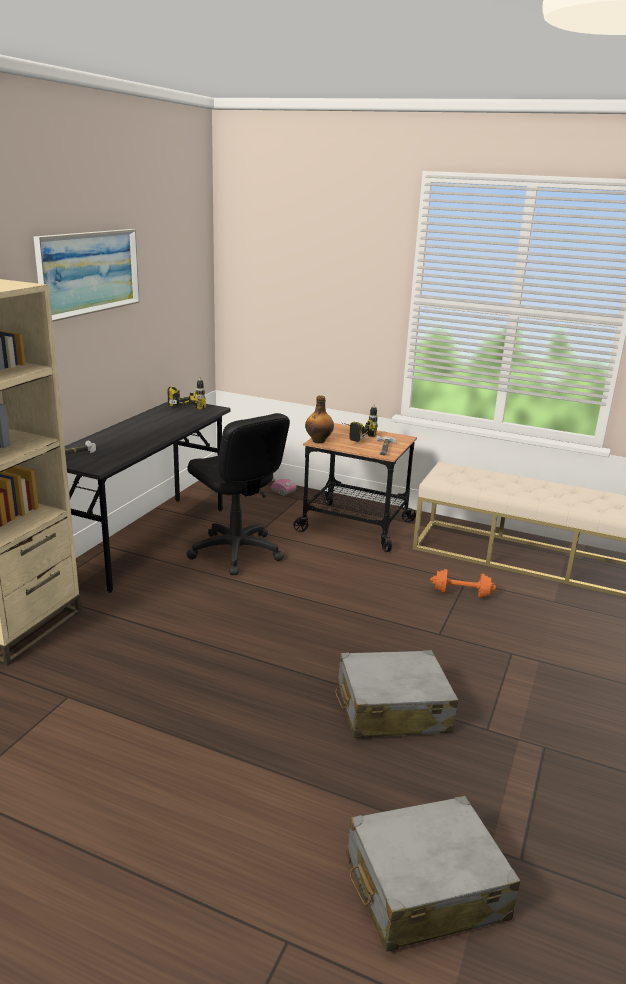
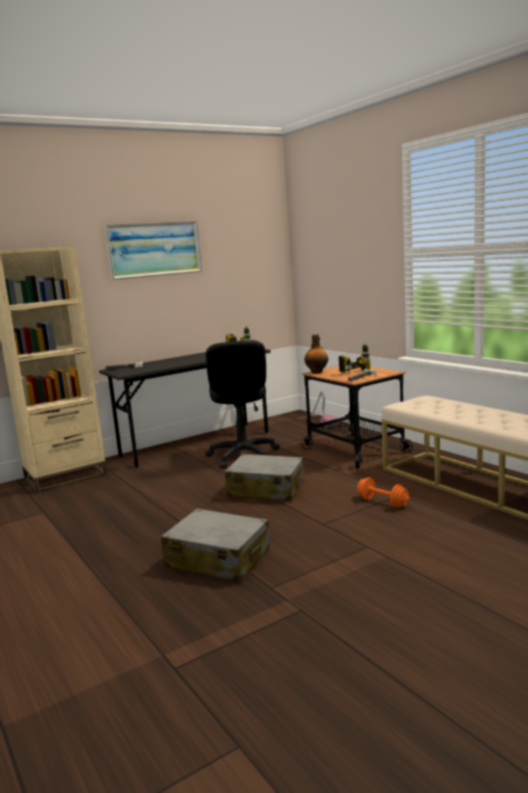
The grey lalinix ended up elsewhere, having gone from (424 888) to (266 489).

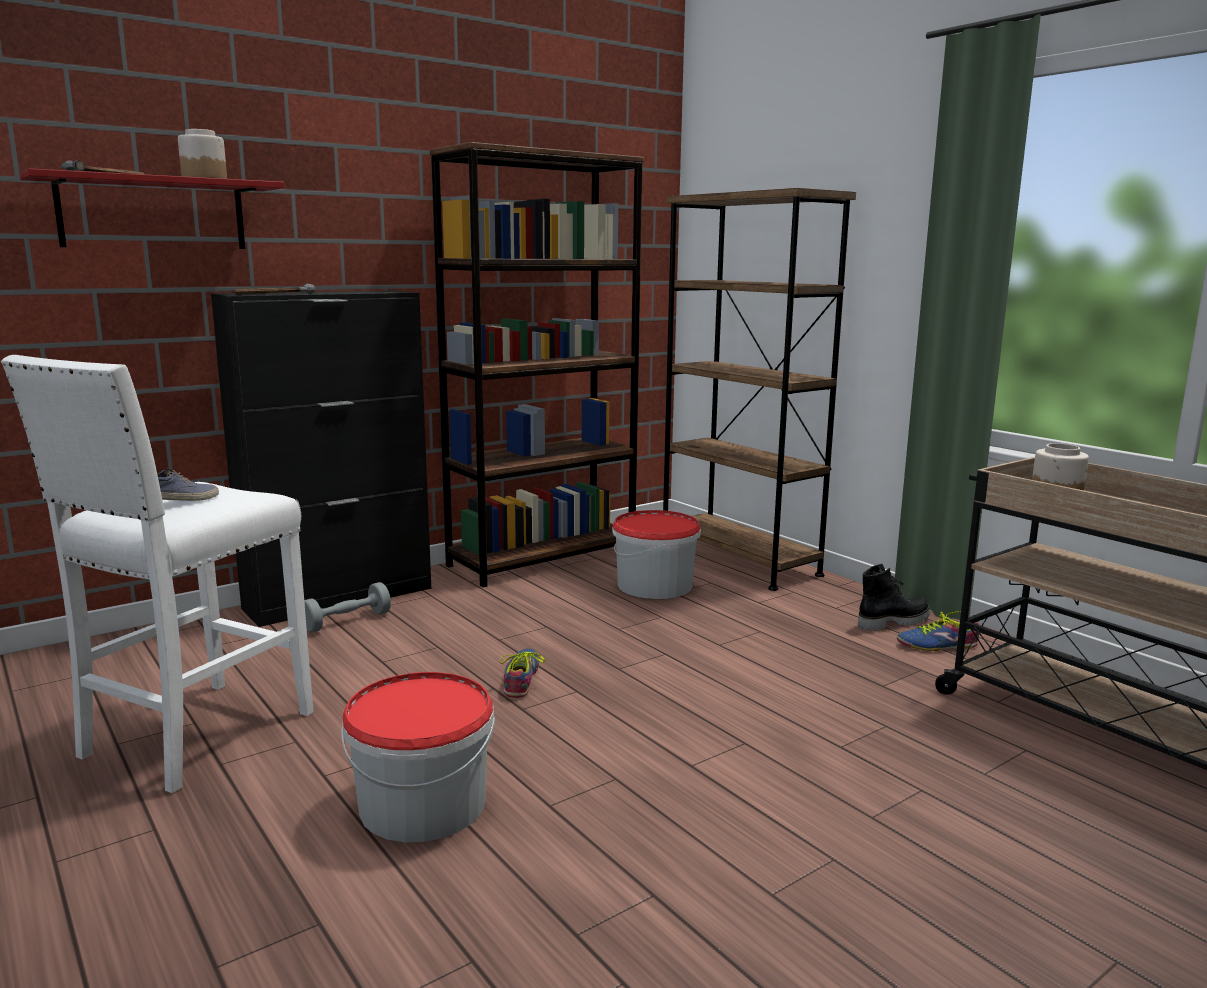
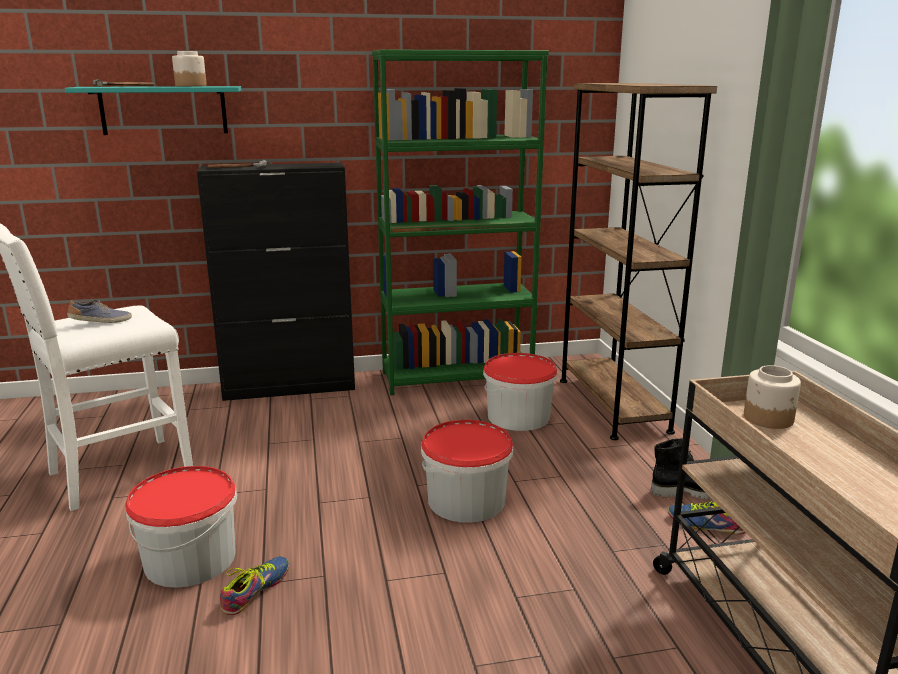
The second view lost the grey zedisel at (347 621).
The second view gained the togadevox at (466 500).
The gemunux ended up elsewhere, having gone from (521 679) to (255 590).
What was the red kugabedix at (153 214) turned into the turquoise kugabedix at (164 110).
What was the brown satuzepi at (543 558) turned into the green satuzepi at (457 377).

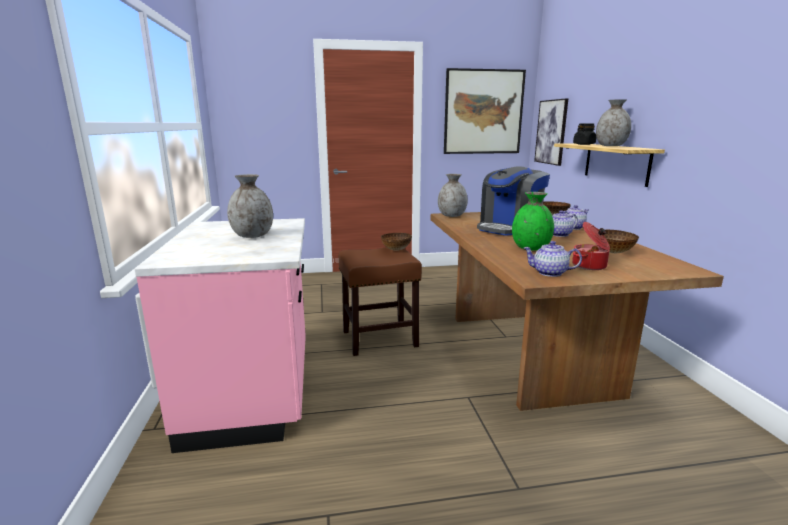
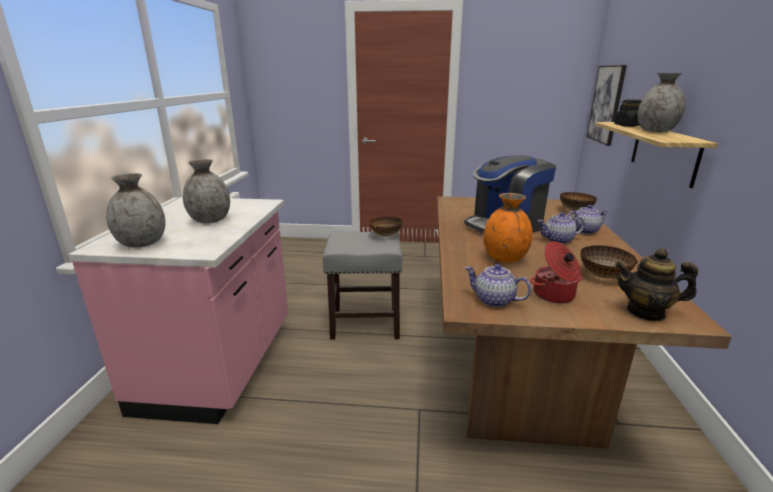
The second view lost the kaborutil at (483 112).
The second view gained the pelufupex at (646 312).
The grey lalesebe ended up elsewhere, having gone from (451 215) to (142 243).
What was the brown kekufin at (378 339) turned into the grey kekufin at (364 323).
What was the green lalesebe at (531 248) turned into the orange lalesebe at (505 258).

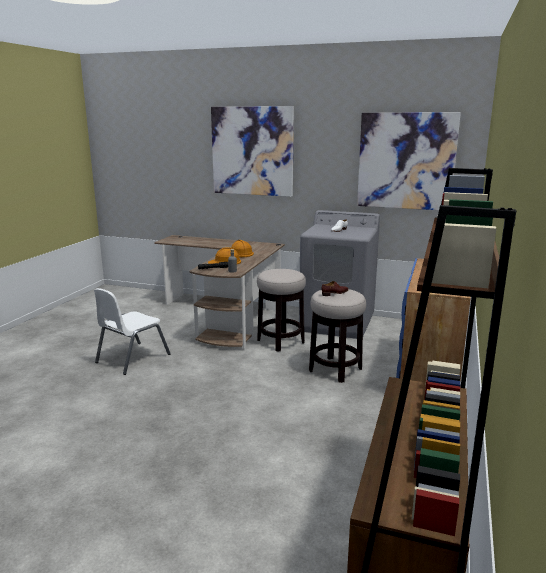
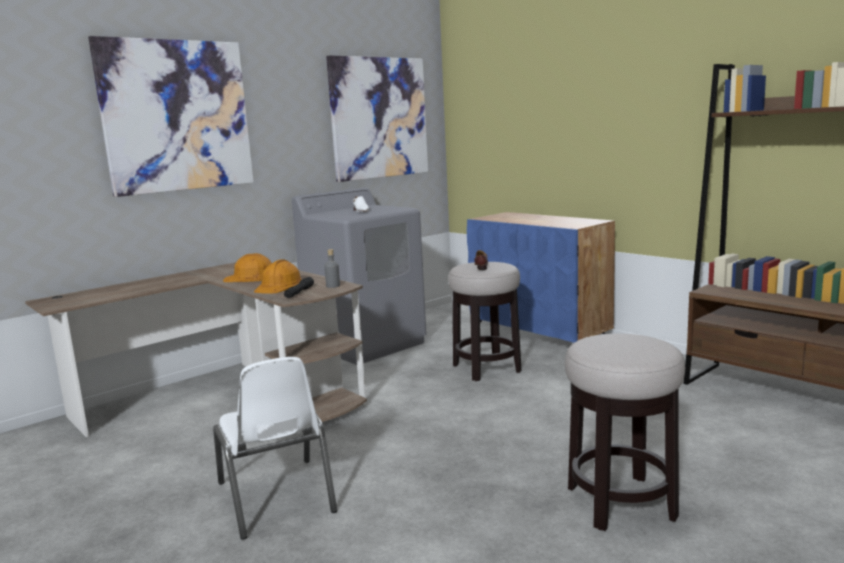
The kekufin ended up elsewhere, having gone from (281 341) to (621 502).

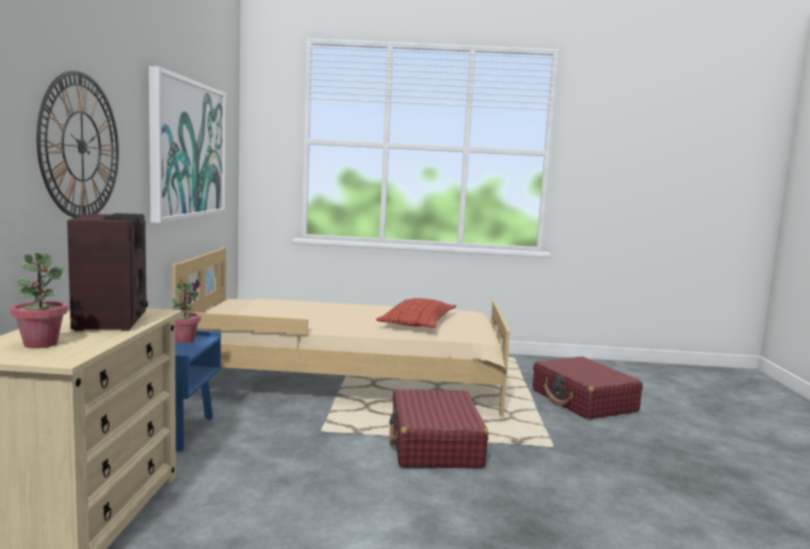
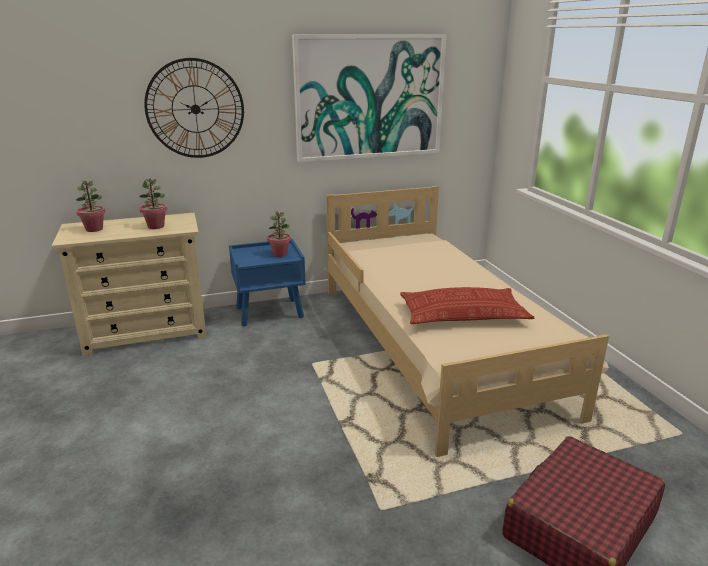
The second view lost the red lalinix at (434 445).
Where the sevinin stood at (113 320), the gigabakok came to stand at (156 226).

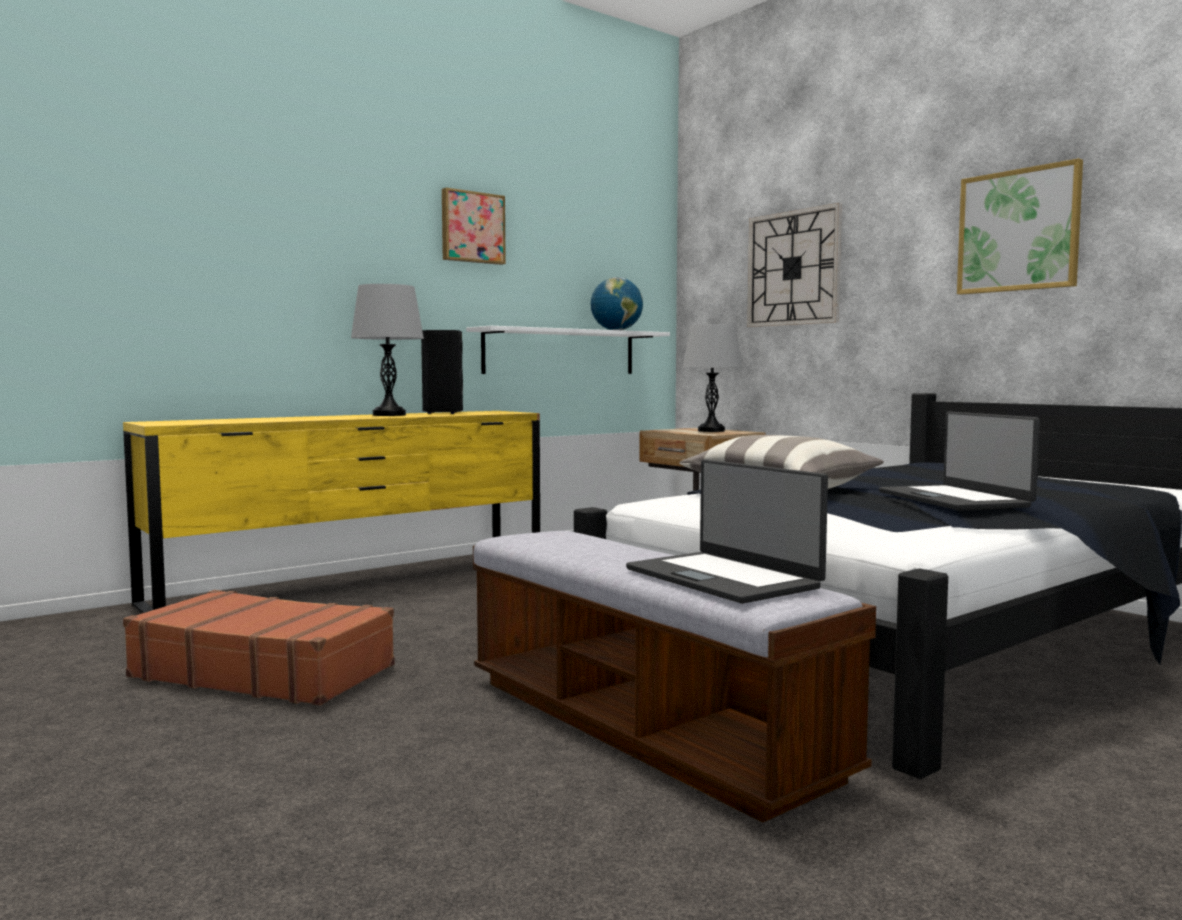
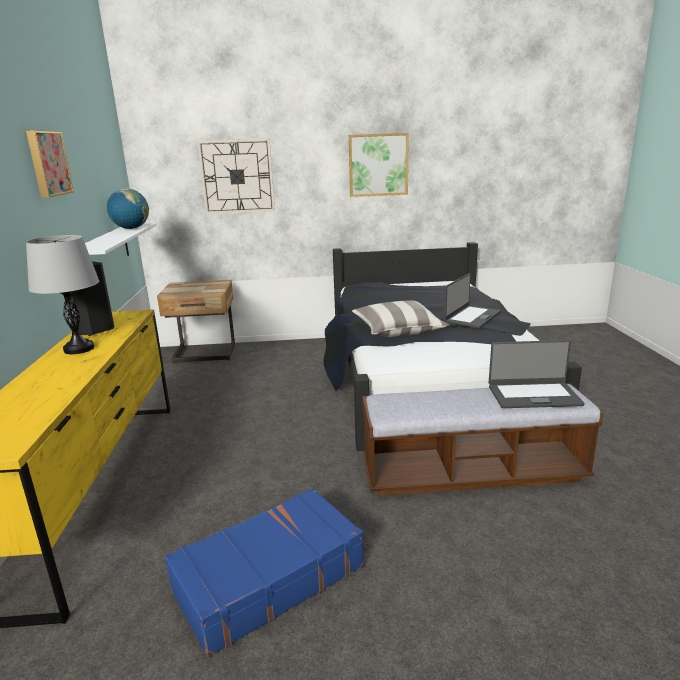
The second view lost the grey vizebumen at (711 431).
What was the brown lalinix at (264 671) turned into the blue lalinix at (268 578).
The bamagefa at (954 499) ended up facing another way, 75 degrees counterclockwise from before.

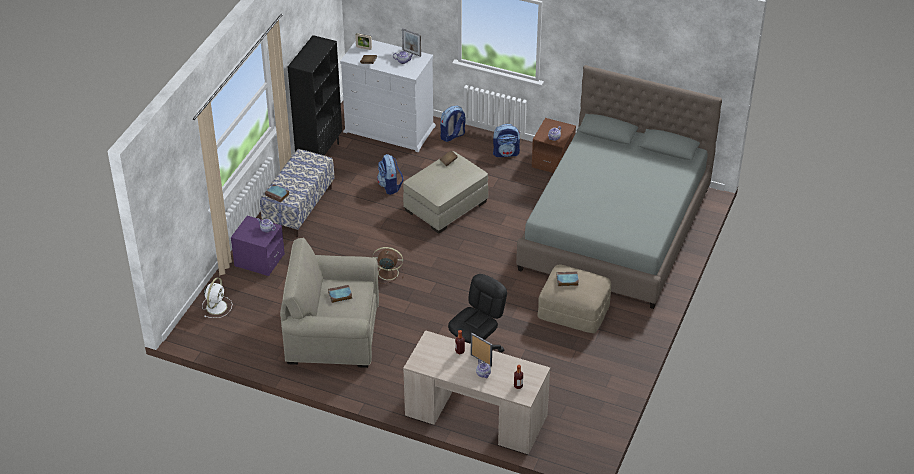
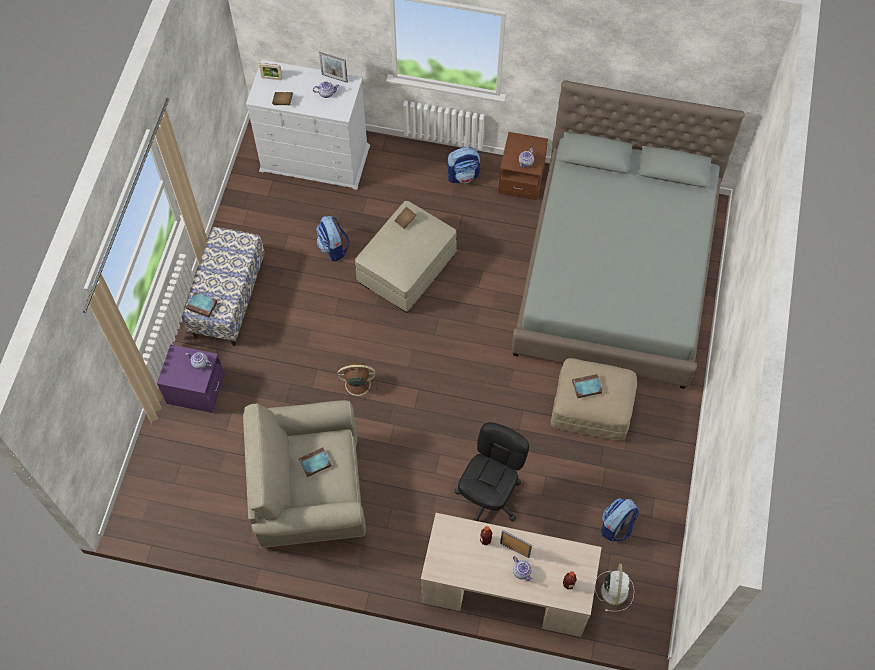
The second view lost the black satuzepi at (319 153).
The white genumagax ended up elsewhere, having gone from (217 306) to (614 590).
The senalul ended up elsewhere, having gone from (452 136) to (616 526).

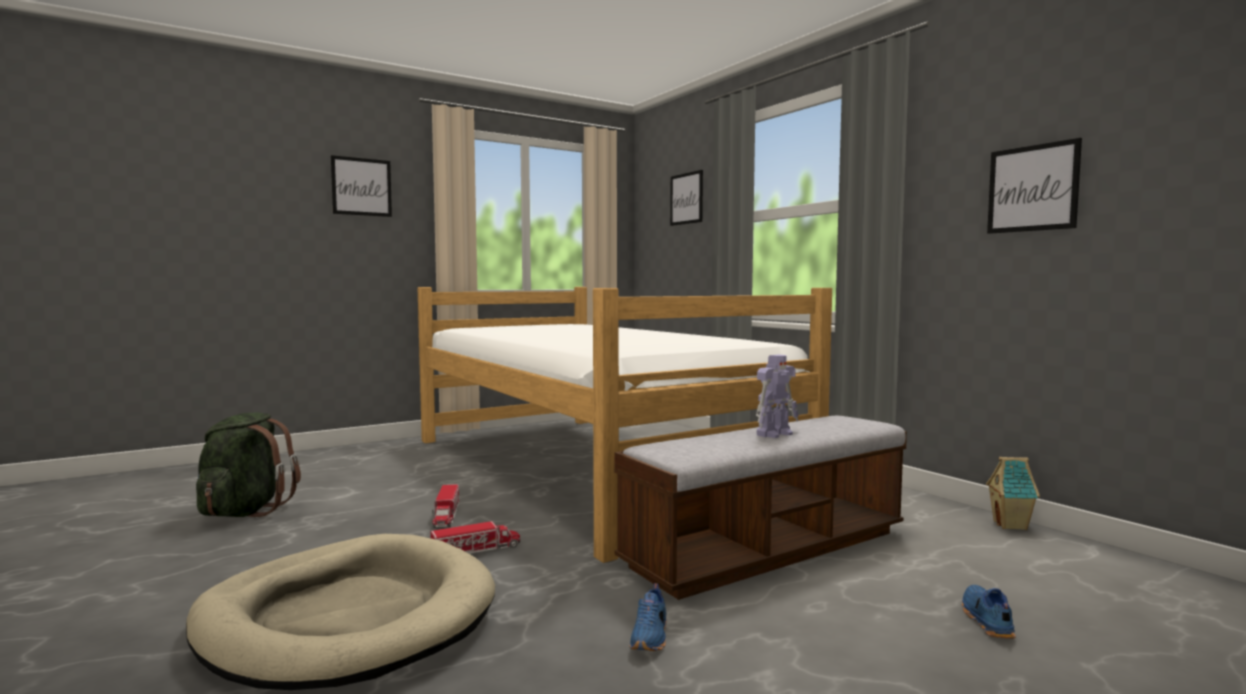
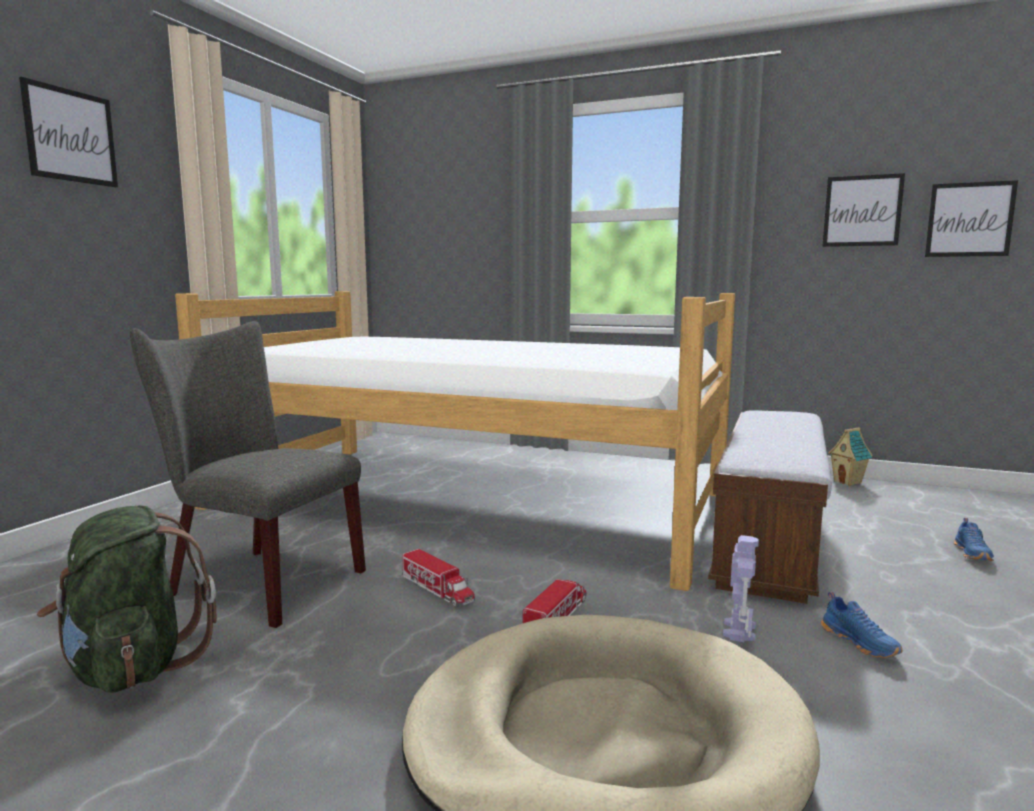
The second view gained the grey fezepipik at (257 582).
The kaborutil ended up elsewhere, having gone from (686 198) to (969 219).
The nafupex ended up elsewhere, having gone from (775 434) to (739 629).
The blue gemunux at (985 620) ended up facing another way, 135 degrees counterclockwise from before.

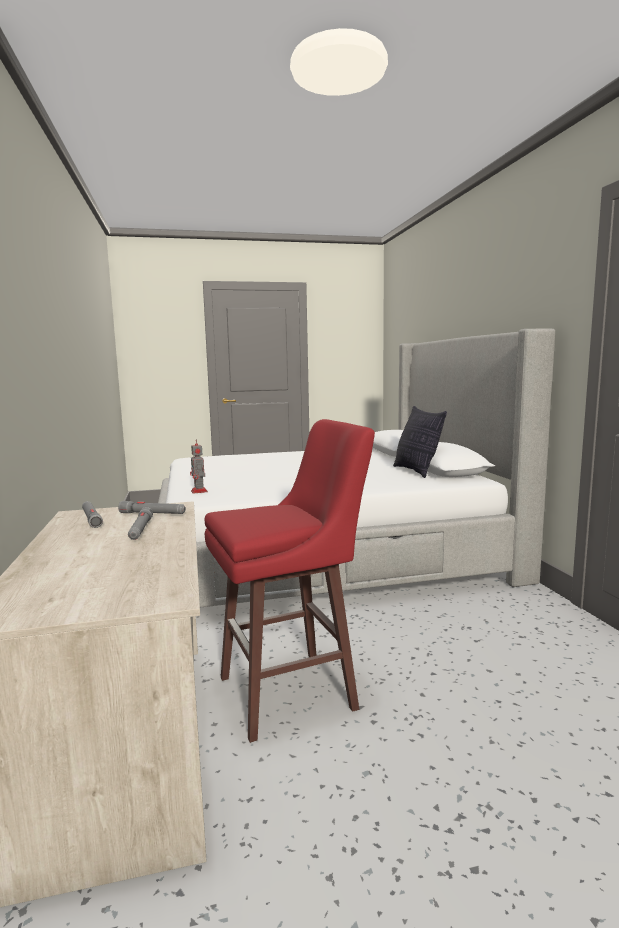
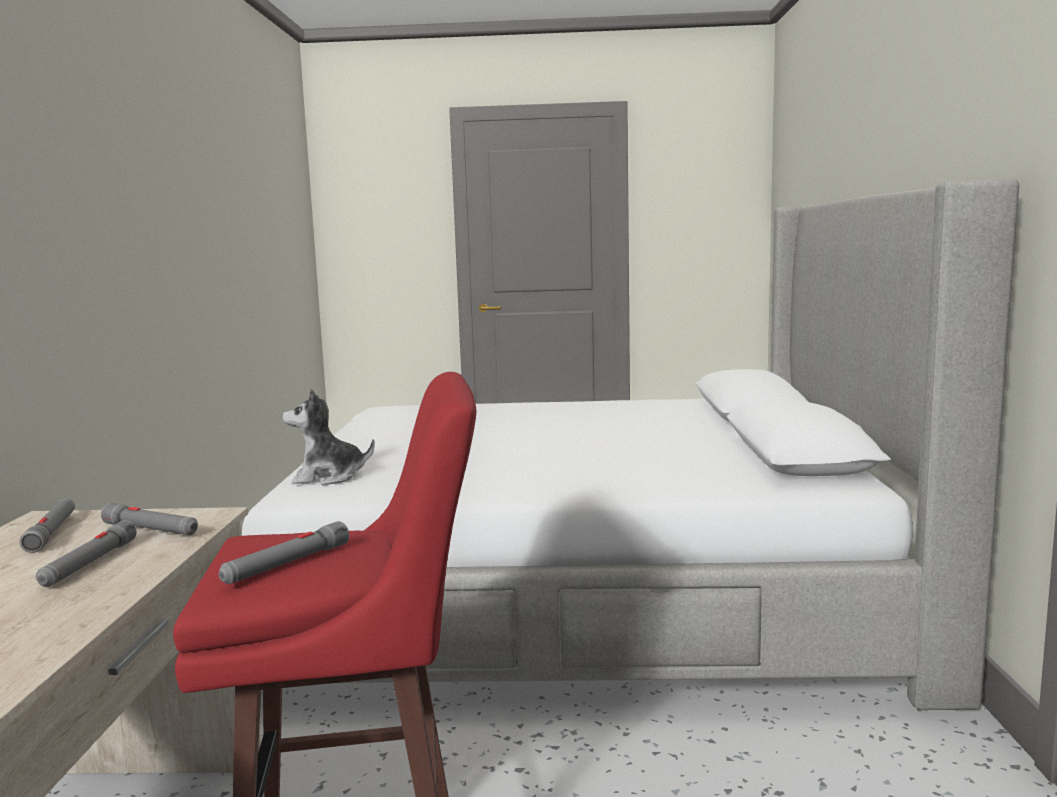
The second view lost the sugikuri at (417 471).
The second view gained the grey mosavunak at (287 564).
Where the nafupex stood at (199 491), the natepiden came to stand at (328 477).

